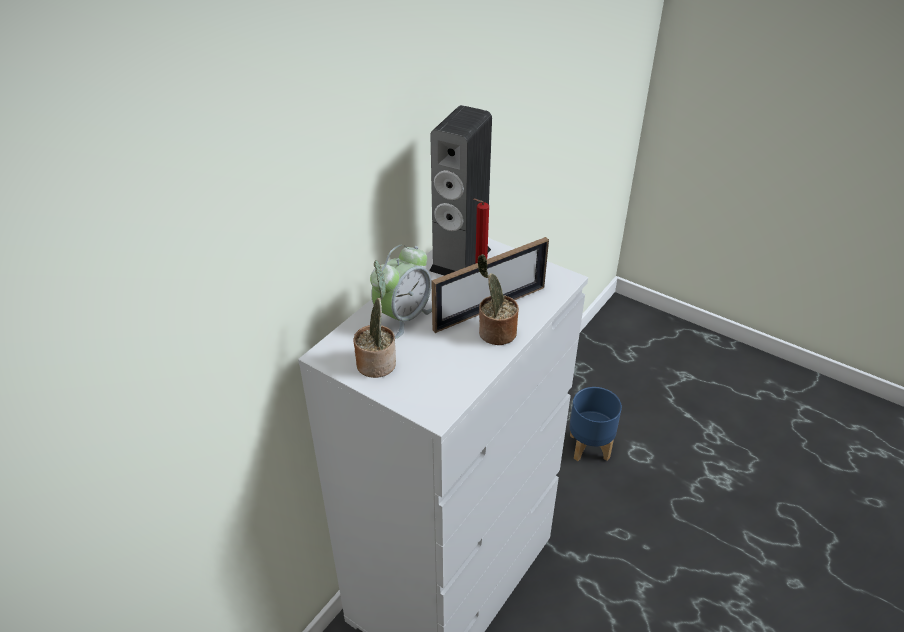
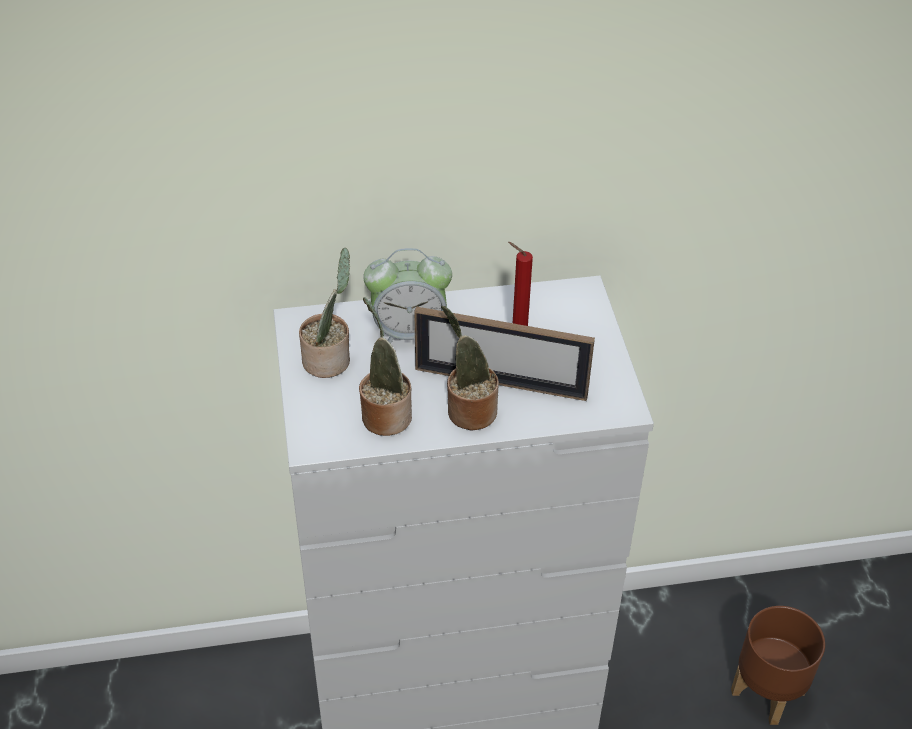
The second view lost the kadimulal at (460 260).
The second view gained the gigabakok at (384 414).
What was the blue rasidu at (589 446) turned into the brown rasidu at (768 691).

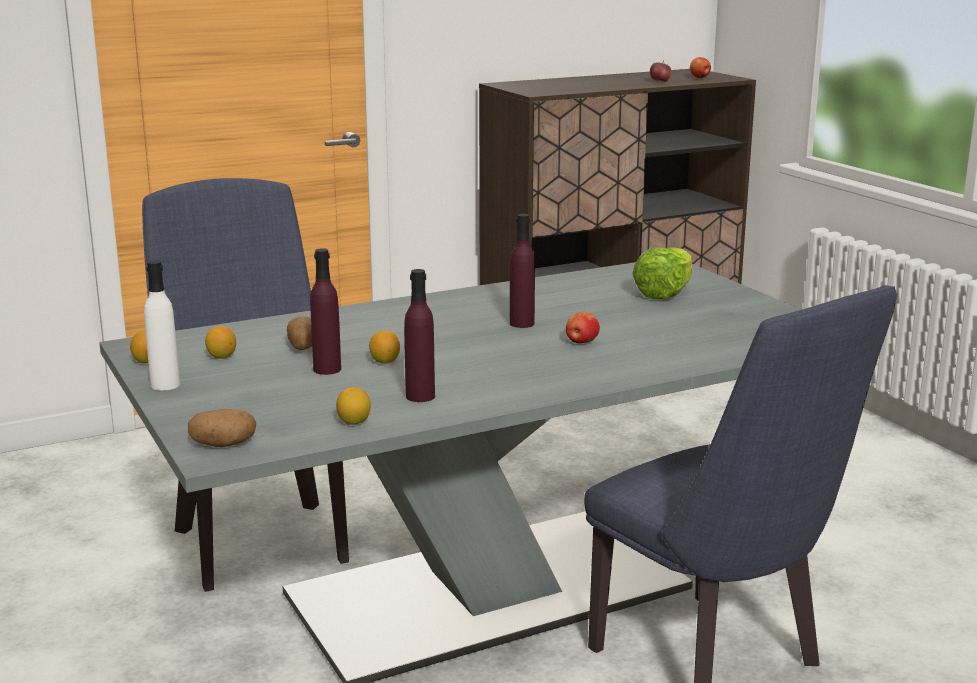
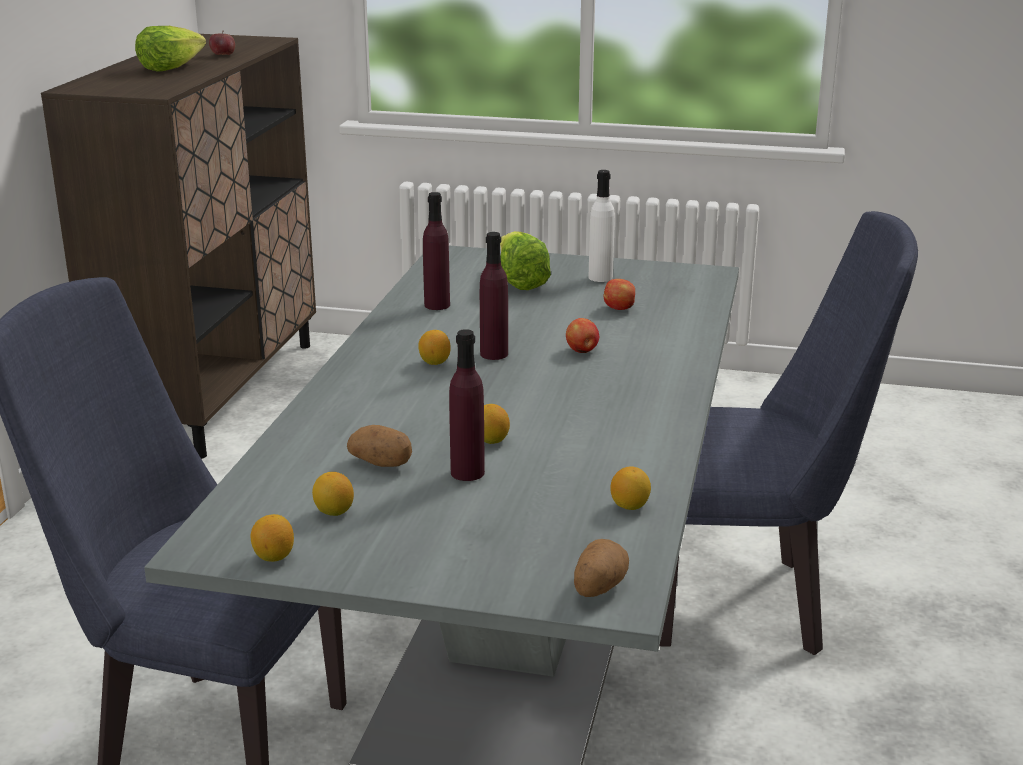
The second view gained the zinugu at (170 68).
The second view gained the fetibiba at (434 362).
The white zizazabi ended up elsewhere, having gone from (165 385) to (600 277).
The purple zizazabi ended up elsewhere, having gone from (420 396) to (437 305).
The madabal ended up elsewhere, having gone from (700 77) to (619 308).

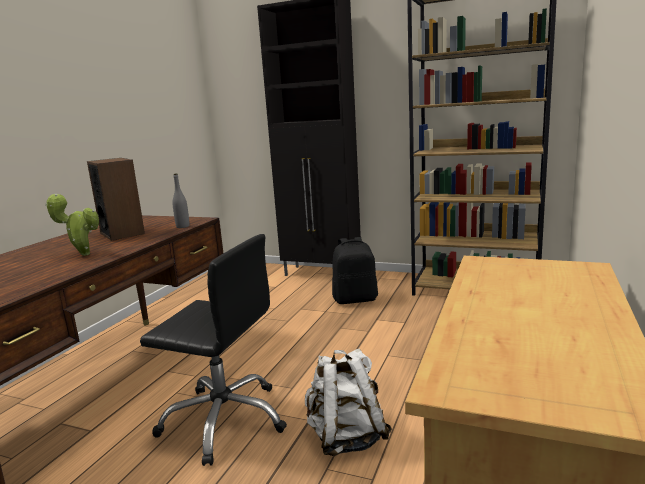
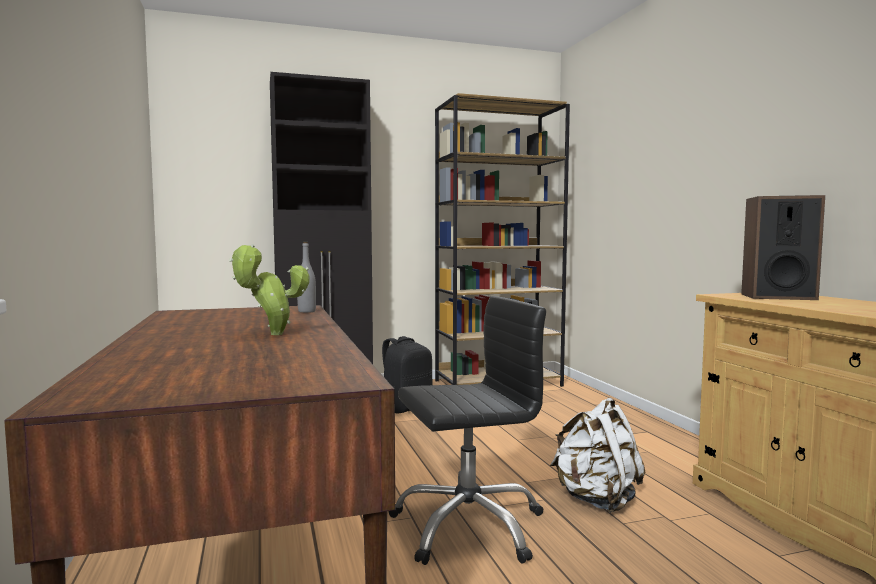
The kadimulal ended up elsewhere, having gone from (122 233) to (777 297).

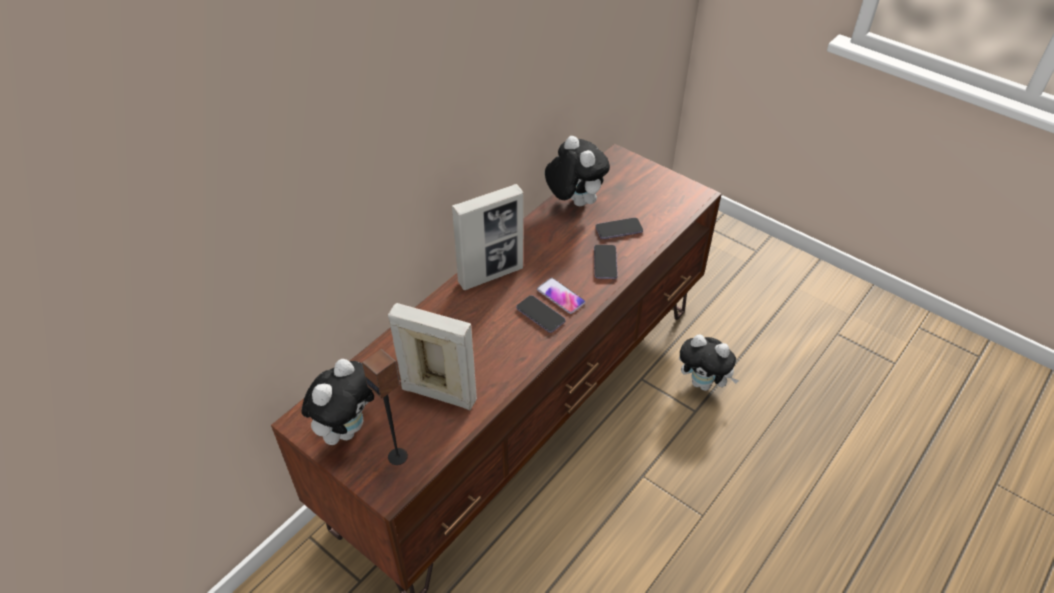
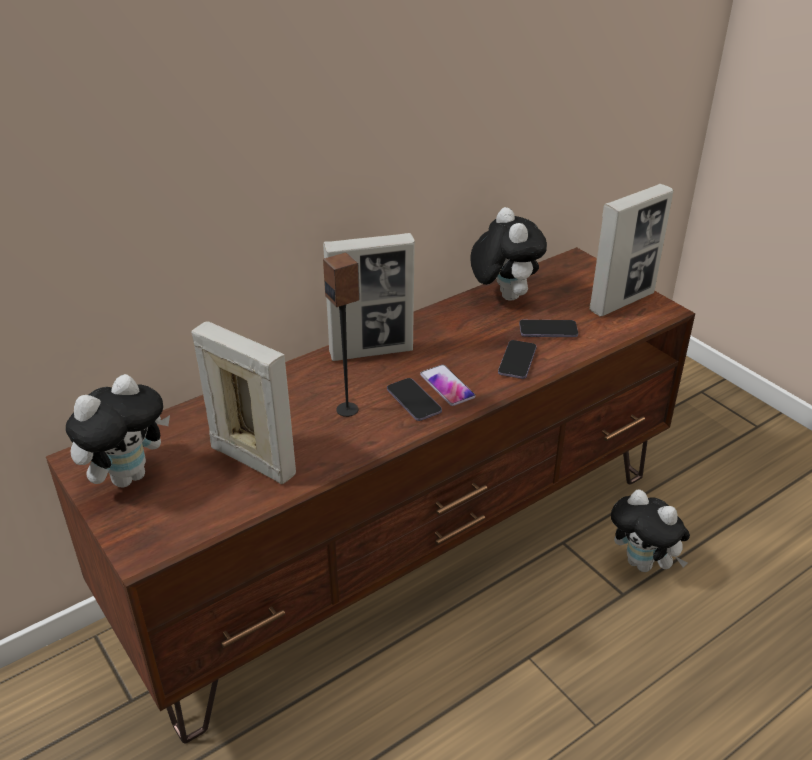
The second view gained the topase at (622 301).
The kadimulal ended up elsewhere, having gone from (398 456) to (347 409).

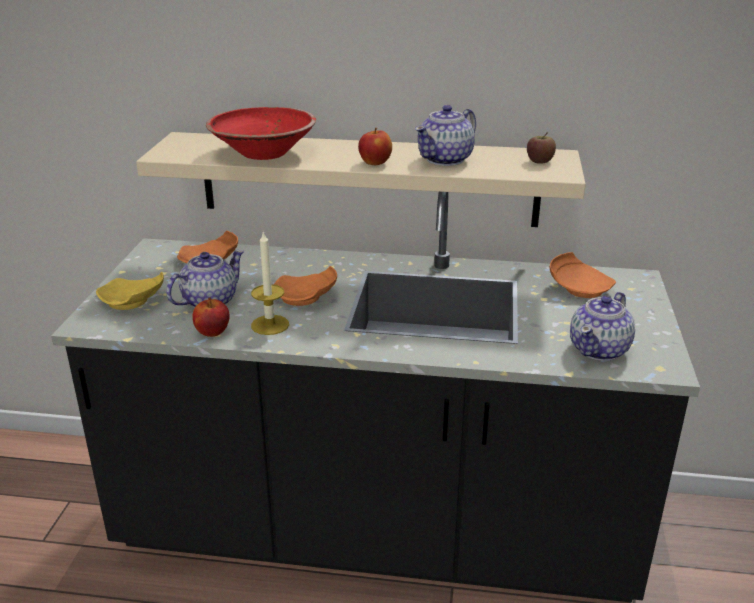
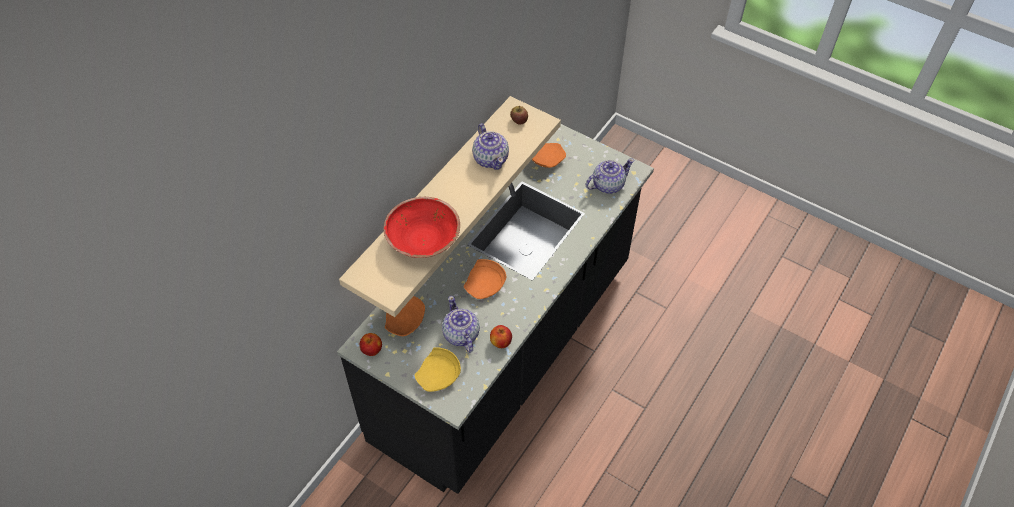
The second view lost the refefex at (270 325).
The madabal ended up elsewhere, having gone from (375 163) to (372 350).
The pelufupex at (600 349) ended up facing another way, 90 degrees counterclockwise from before.

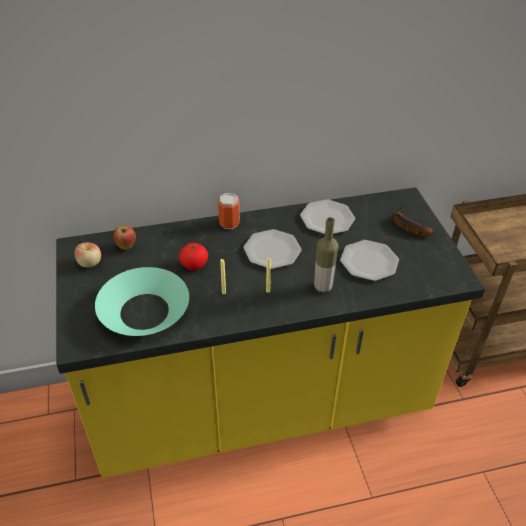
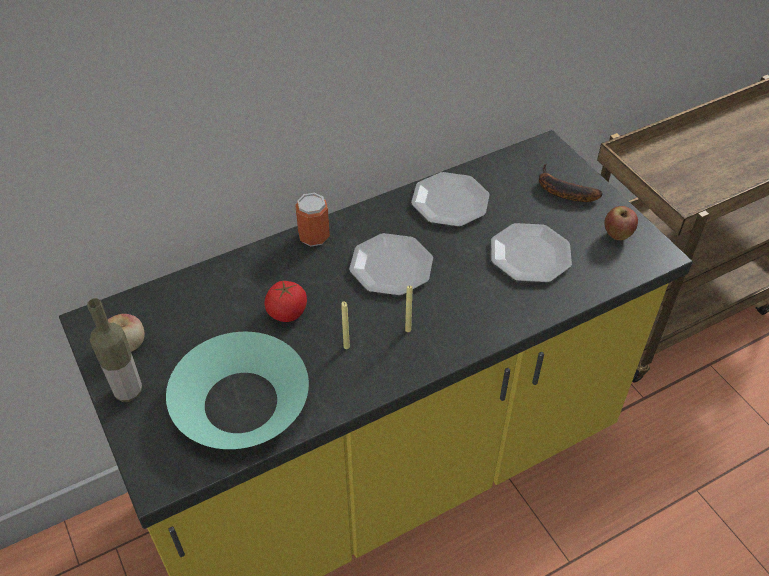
The madabal ended up elsewhere, having gone from (126 246) to (617 235).
The zizazabi ended up elsewhere, having gone from (323 287) to (128 391).

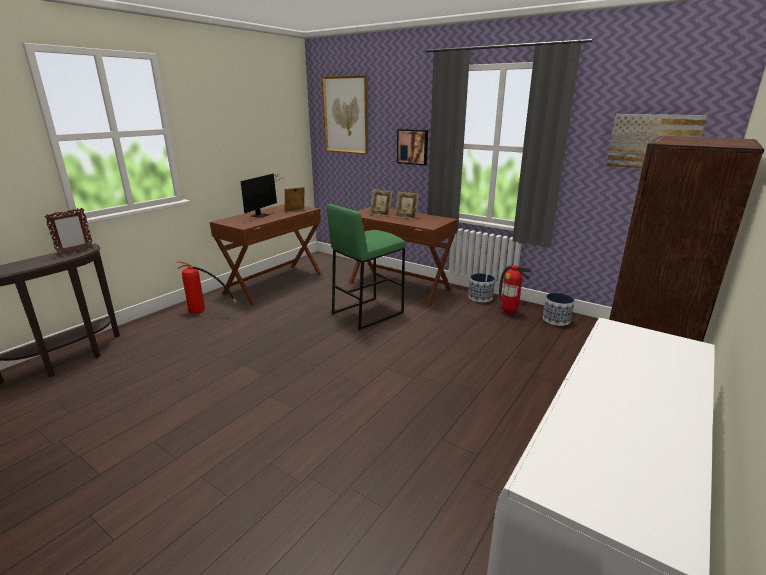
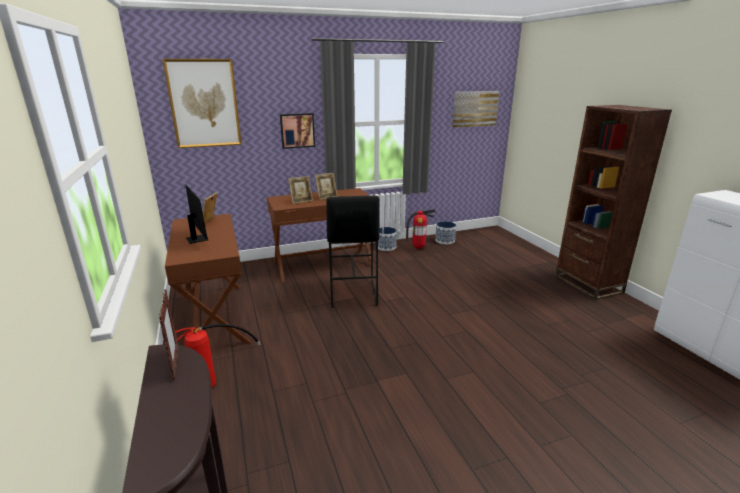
What was the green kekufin at (367 312) turned into the black kekufin at (352 292).

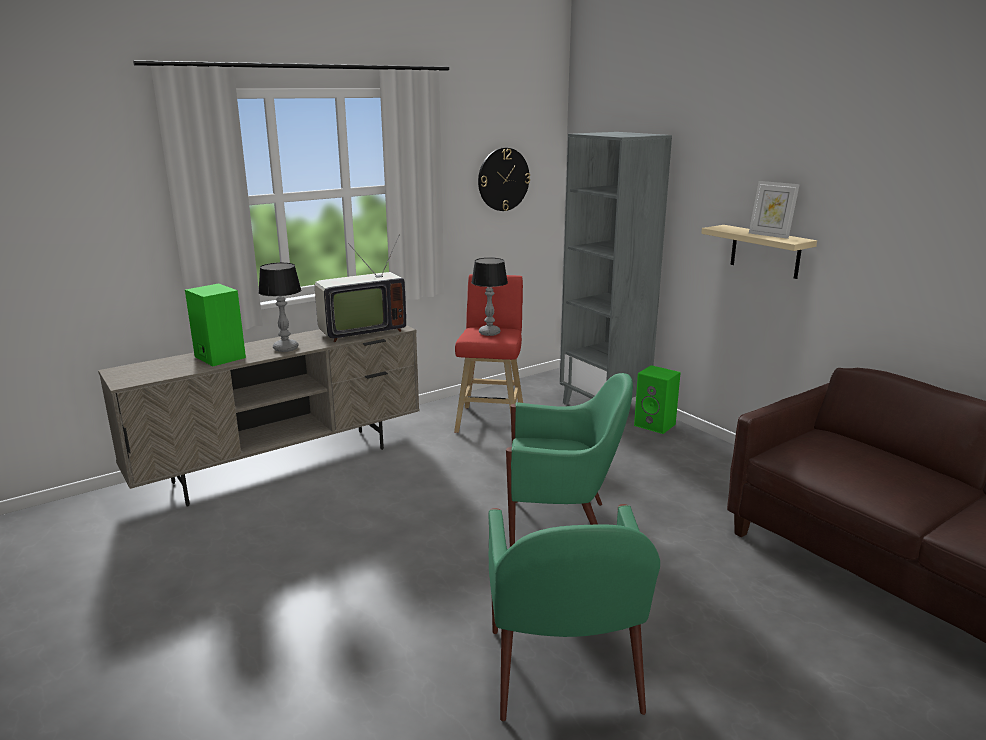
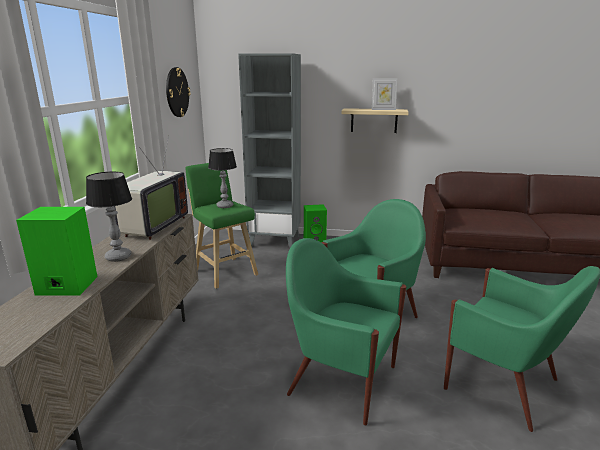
The second view gained the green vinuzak at (340 379).
What was the red kekufin at (491 419) turned into the green kekufin at (224 271).

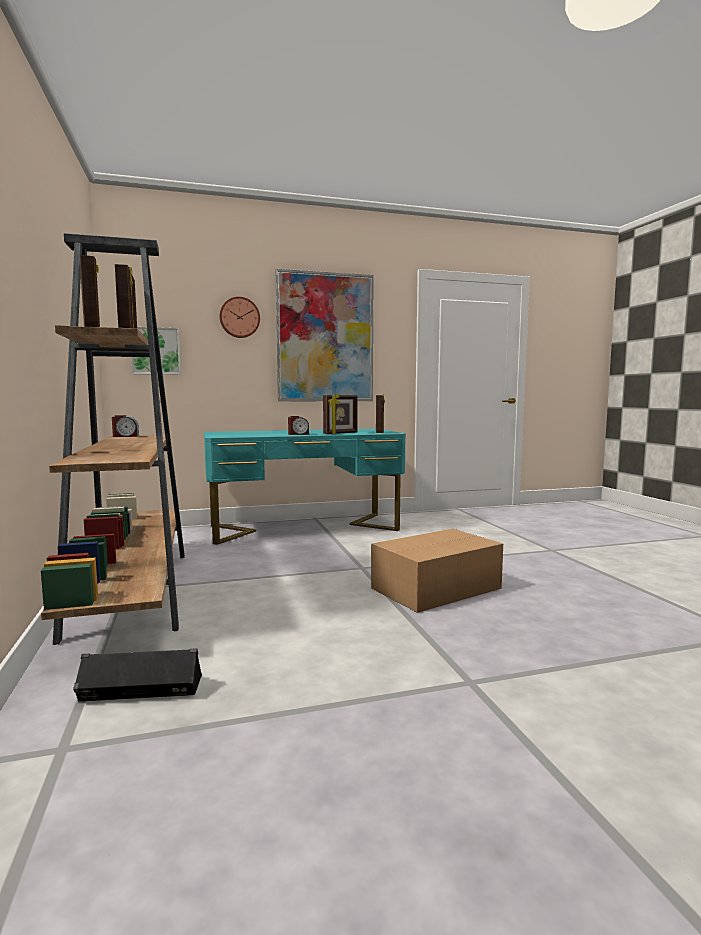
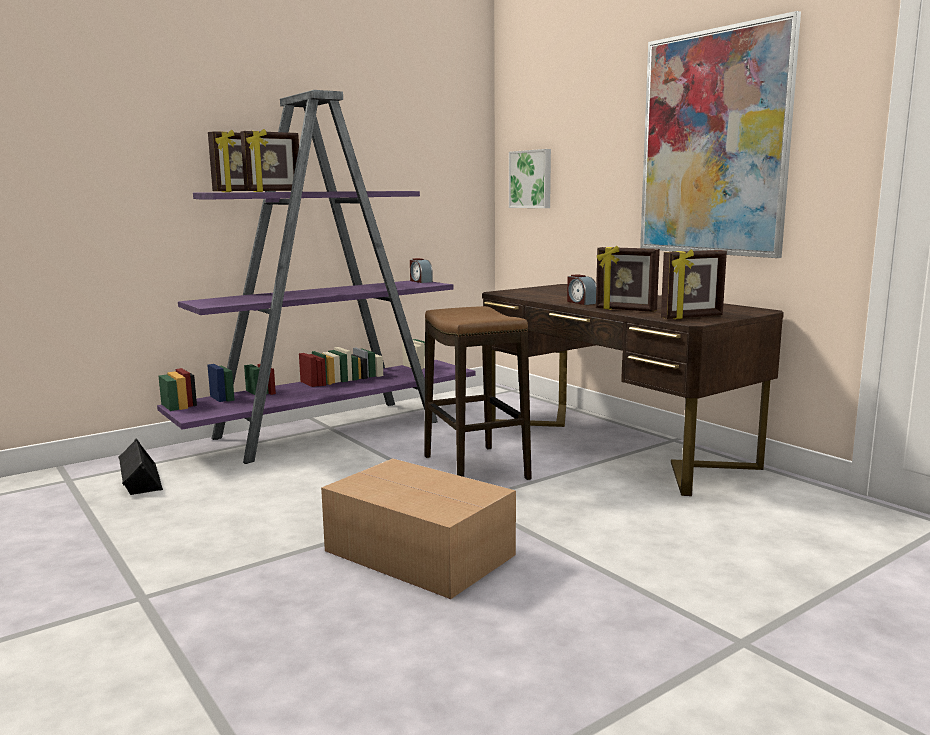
The second view lost the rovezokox at (239 317).
The second view gained the kekufin at (475 468).
What was the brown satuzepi at (132 589) turned into the purple satuzepi at (331 429).
What was the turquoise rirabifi at (304 528) turned into the brown rirabifi at (613 443).

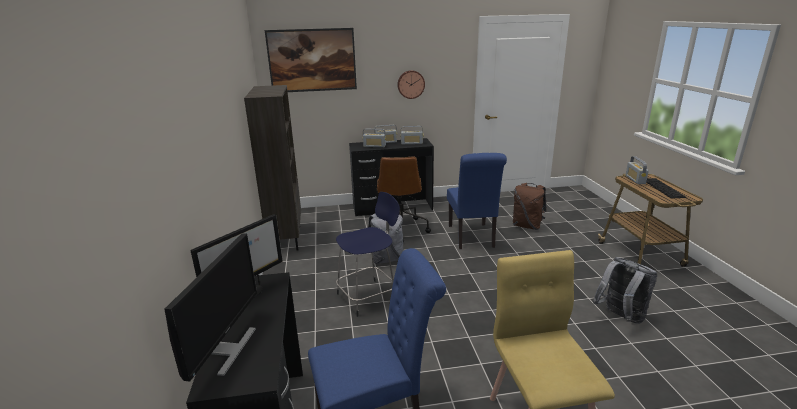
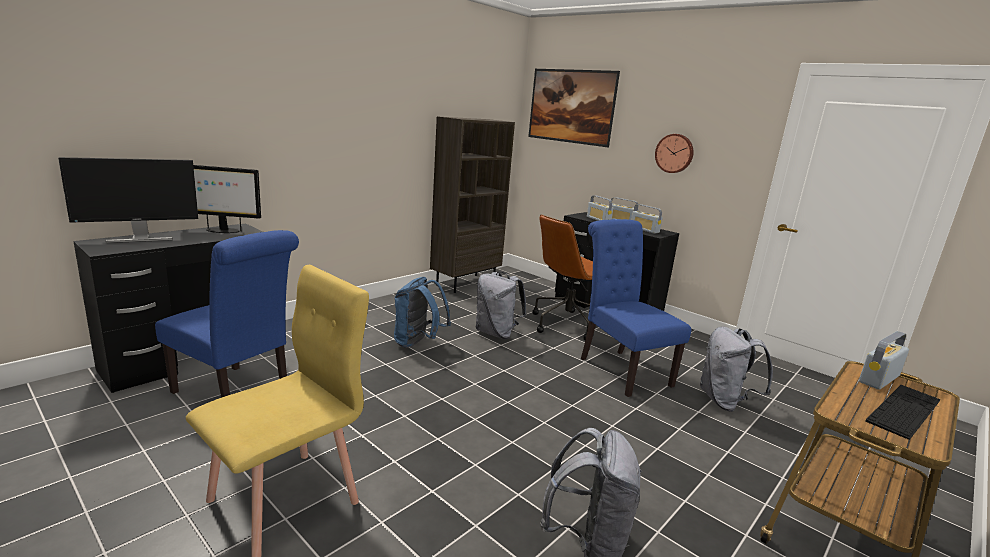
Where the blue kekufin stood at (368 296), the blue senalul came to stand at (418 343).
What was the brown senalul at (527 226) turned into the grey senalul at (725 402).
The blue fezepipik at (472 238) ended up facing another way, 105 degrees clockwise from before.

